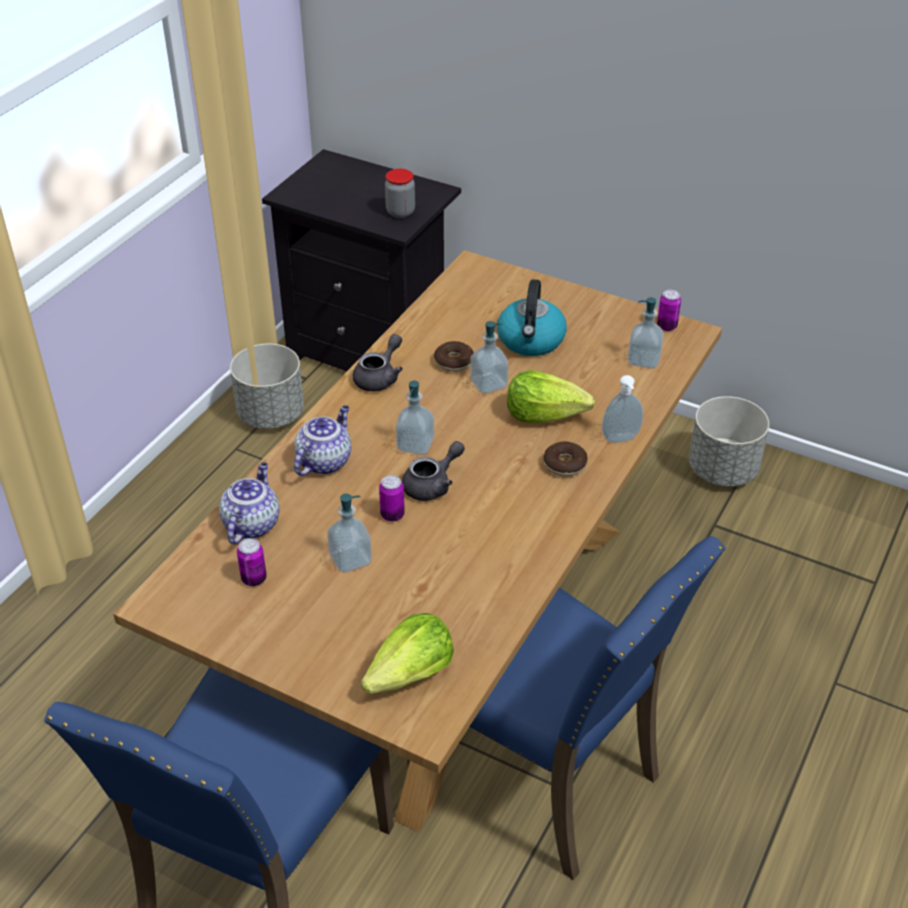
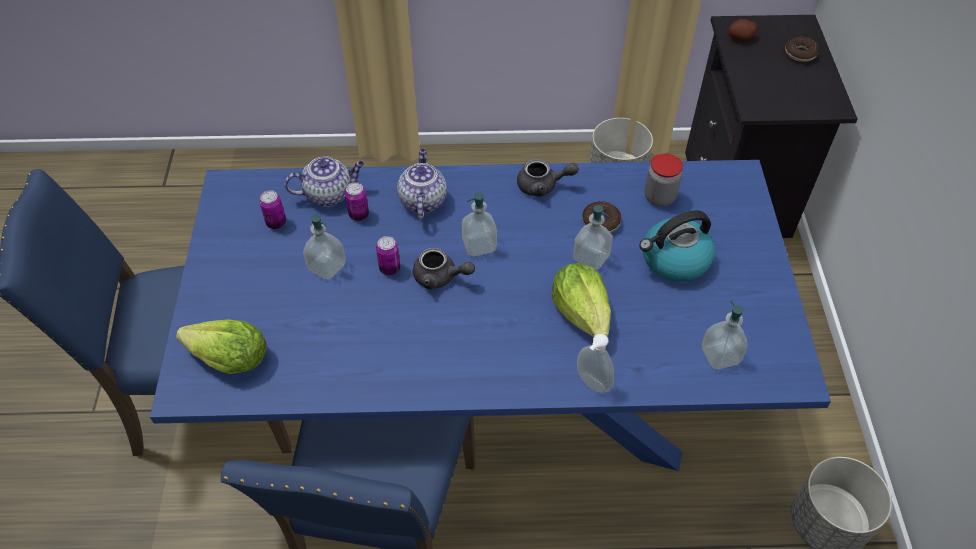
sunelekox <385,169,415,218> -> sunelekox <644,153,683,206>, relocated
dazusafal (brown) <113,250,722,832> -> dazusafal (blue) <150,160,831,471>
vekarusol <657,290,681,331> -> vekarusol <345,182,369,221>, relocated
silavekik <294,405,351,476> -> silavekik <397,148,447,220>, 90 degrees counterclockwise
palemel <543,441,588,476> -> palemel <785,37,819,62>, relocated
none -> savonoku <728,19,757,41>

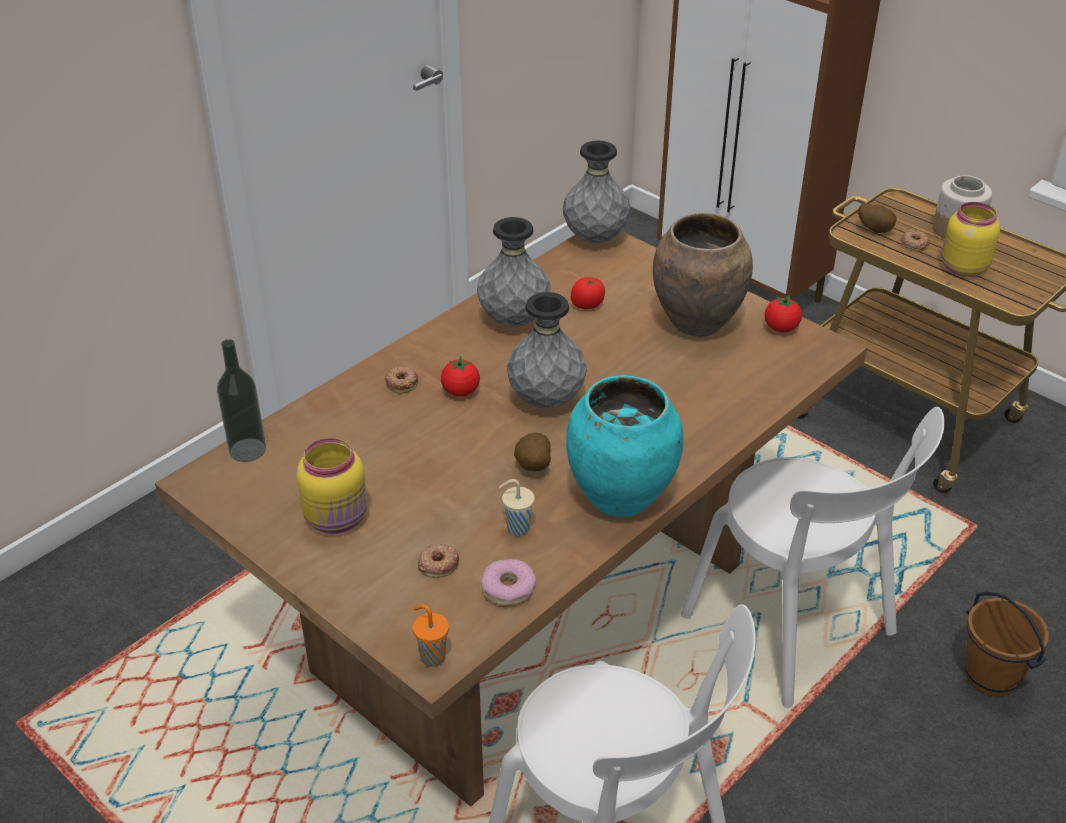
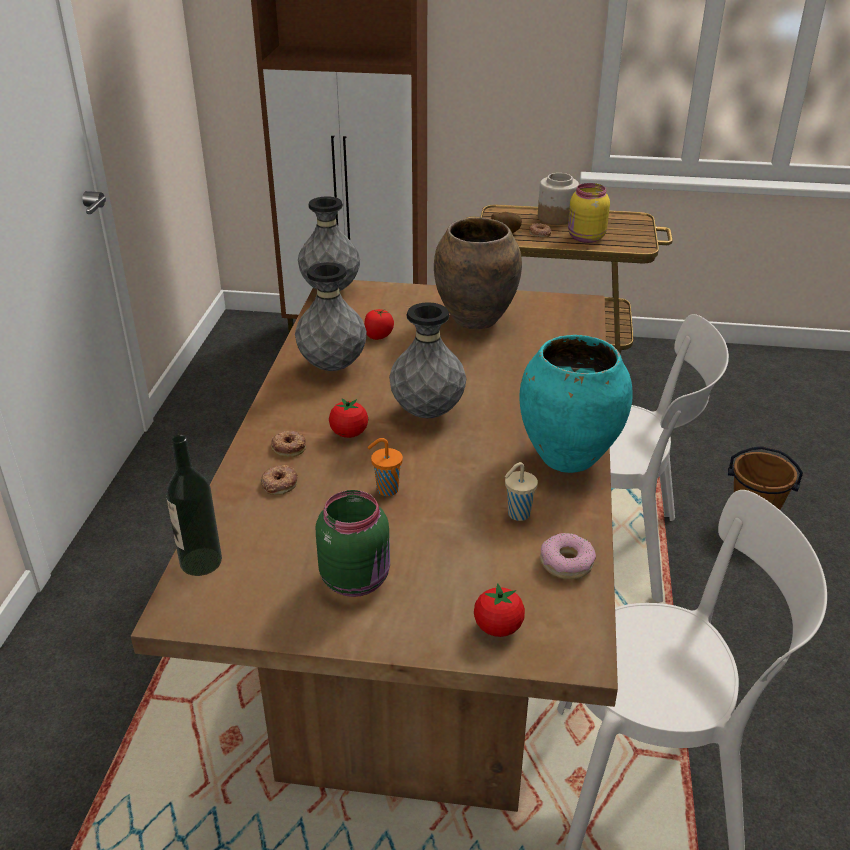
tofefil <765,295,802,333> -> tofefil <474,583,525,637>, relocated
savonoku <514,432,551,471> -> none
sunelekox (yellow) <297,438,367,534> -> sunelekox (green) <316,490,390,597>
palemel <417,544,459,578> -> palemel <261,465,298,495>, relocated
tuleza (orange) <413,604,449,667> -> tuleza (orange) <368,438,403,496>, relocated

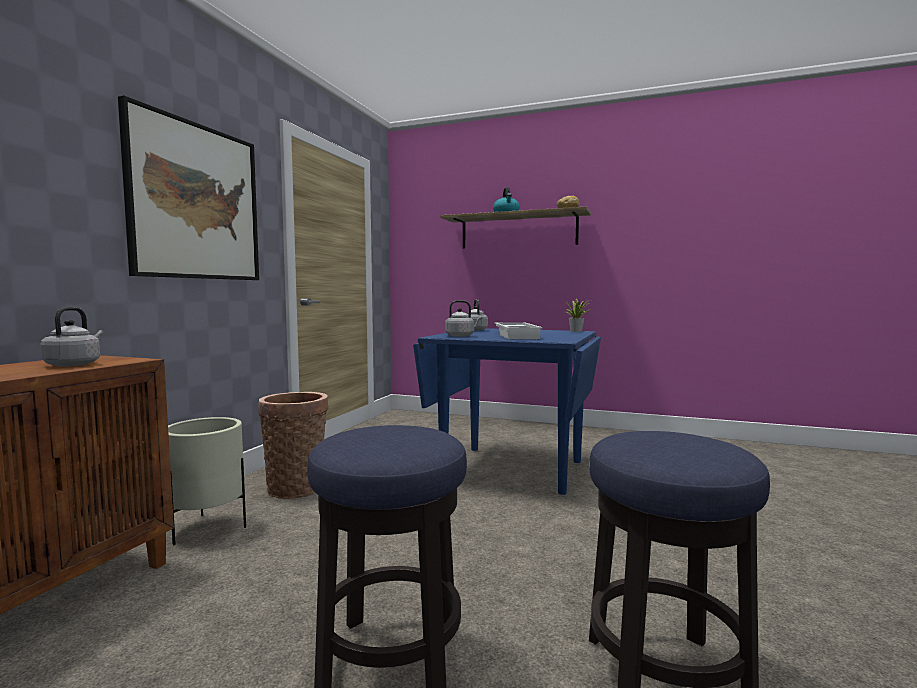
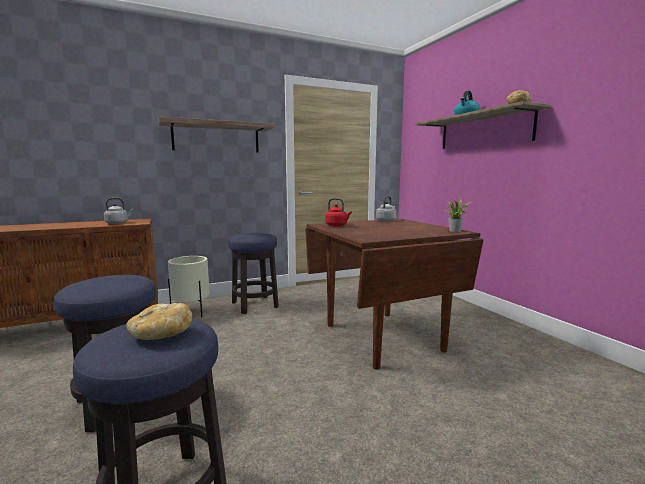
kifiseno <118,95,259,280> -> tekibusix <159,117,275,153>
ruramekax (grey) <445,300,483,337> -> ruramekax (red) <325,198,352,226>
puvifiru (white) <494,322,543,339> -> none
dazusafal (blue) <413,328,601,495> -> dazusafal (brown) <305,219,484,370>
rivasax <258,392,328,499> -> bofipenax <228,233,279,314>
none -> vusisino <126,303,192,340>

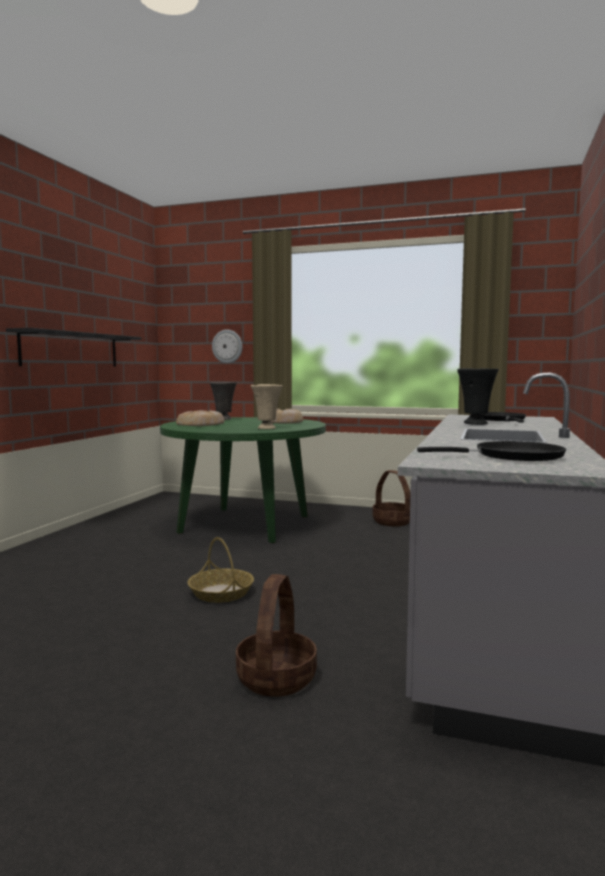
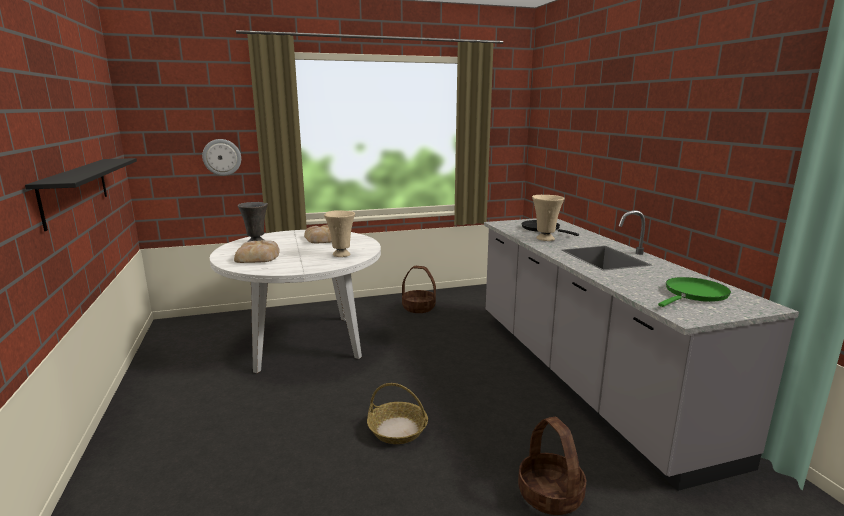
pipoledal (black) <457,368,499,425> -> pipoledal (beige) <532,195,565,241>
dazusafal (green) <160,417,326,543> -> dazusafal (white) <210,230,381,373>
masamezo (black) <417,441,566,461> -> masamezo (green) <658,277,731,307>

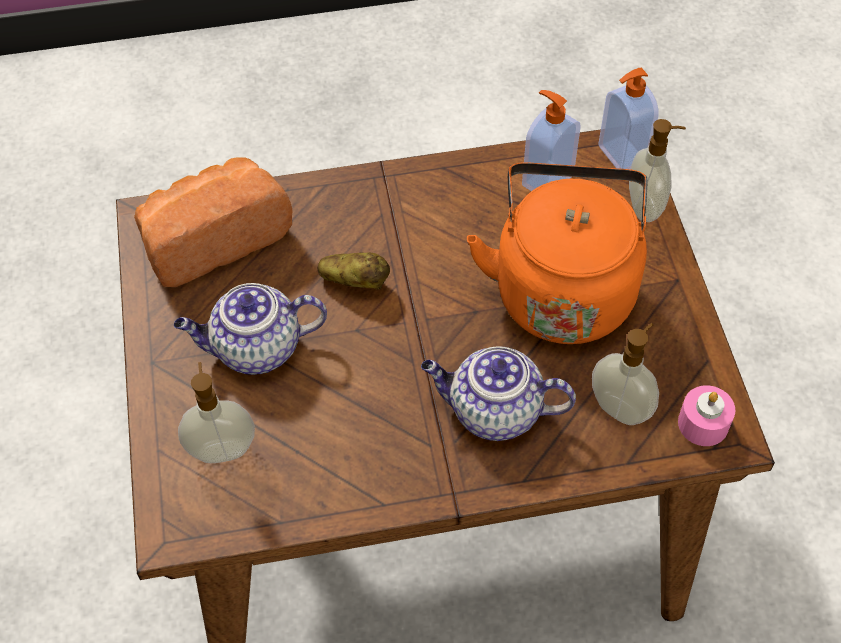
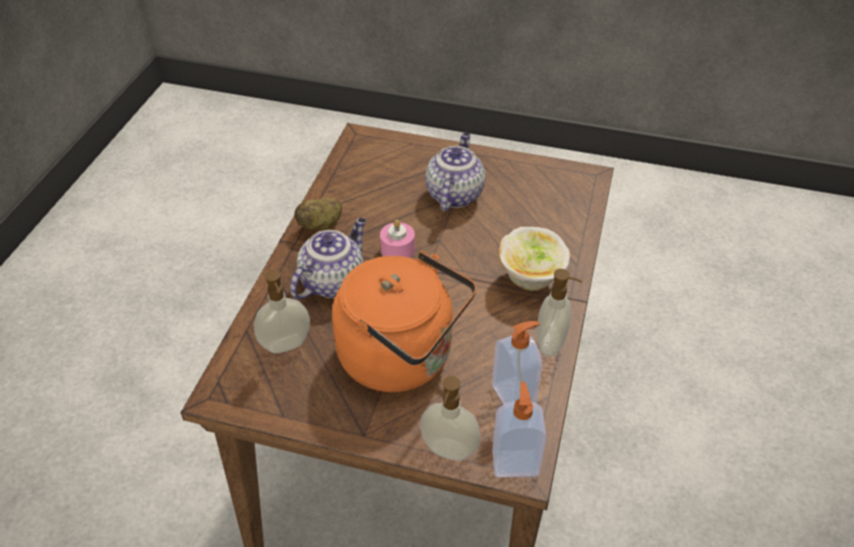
vusisino <134,157,293,287> -> none
savonoku <318,252,390,290> -> savonoku <294,198,342,230>, relocated
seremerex <178,362,255,463> -> seremerex <537,269,582,357>, relocated
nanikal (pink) <678,385,735,446> -> nanikal (pink) <380,220,415,258>, relocated
none -> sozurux <498,227,570,291>

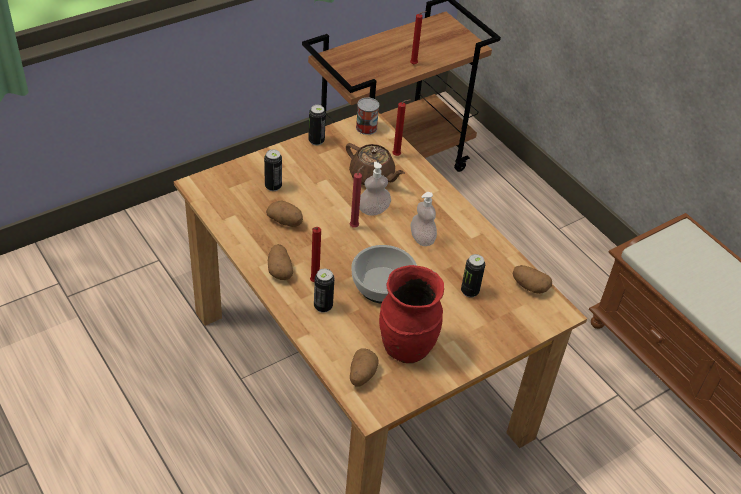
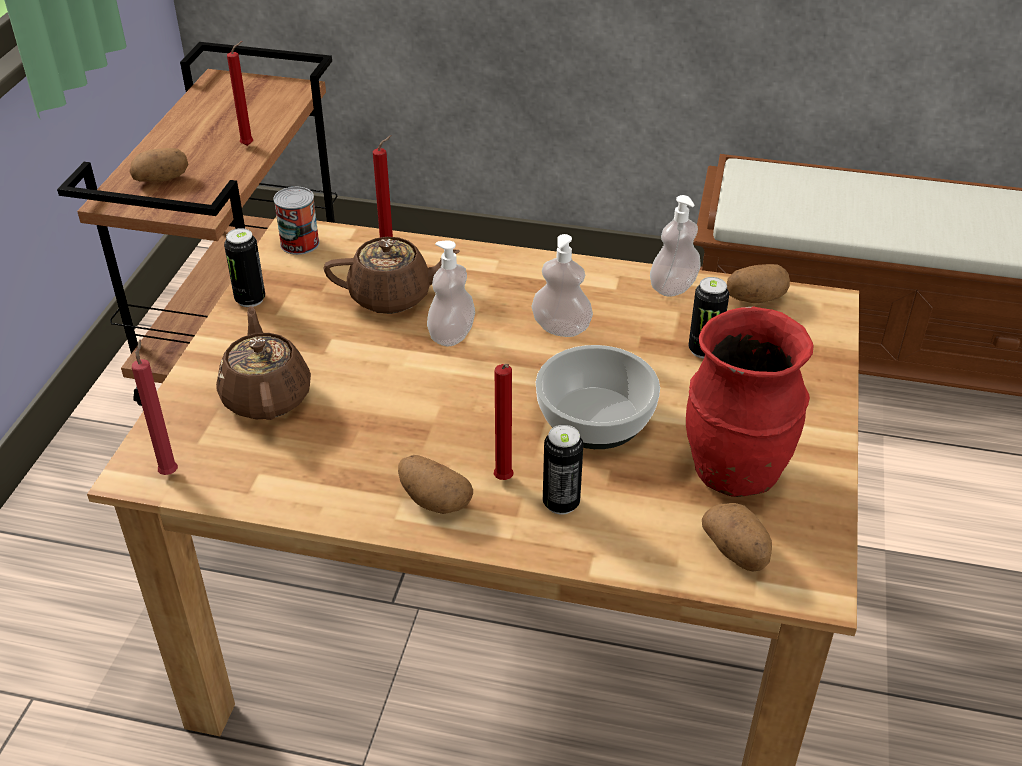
vekarusol <264,149,282,191> -> silavekik (brown) <216,306,311,420>
nanikal (red) <350,165,364,228> -> nanikal (red) <132,340,178,475>, relocated
savonoku <266,201,303,227> -> savonoku <130,148,188,182>, relocated
none -> seremerex <650,195,701,297>

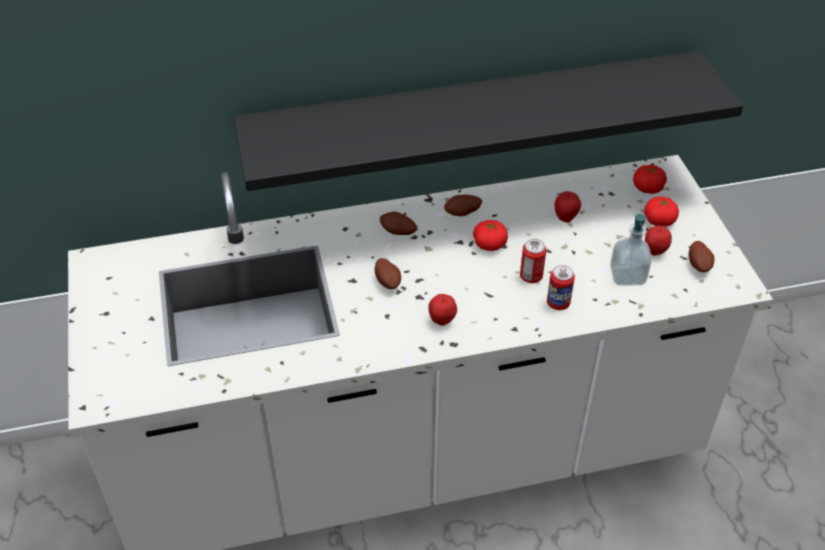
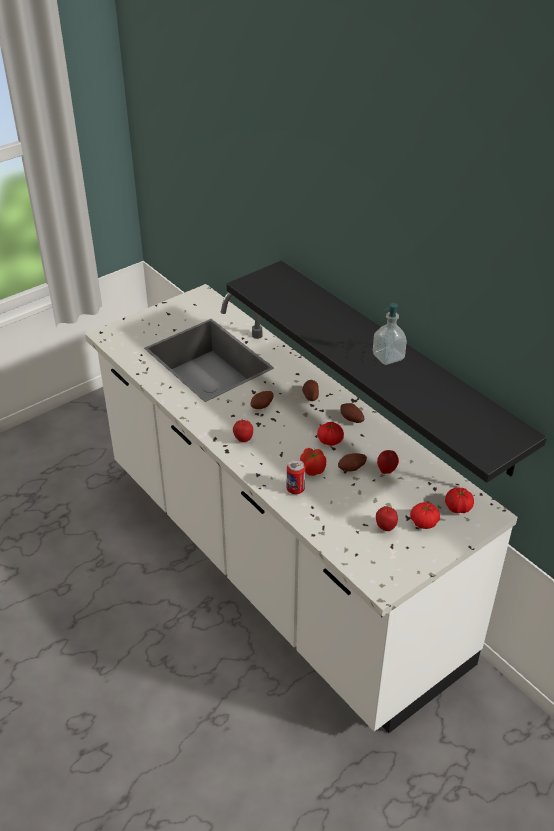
seremerex <610,214,652,286> -> seremerex <373,303,407,365>, relocated
vekarusol <520,239,546,283> -> tofefil <300,448,326,476>
savonoku <689,241,714,272> -> savonoku <338,453,367,471>, relocated

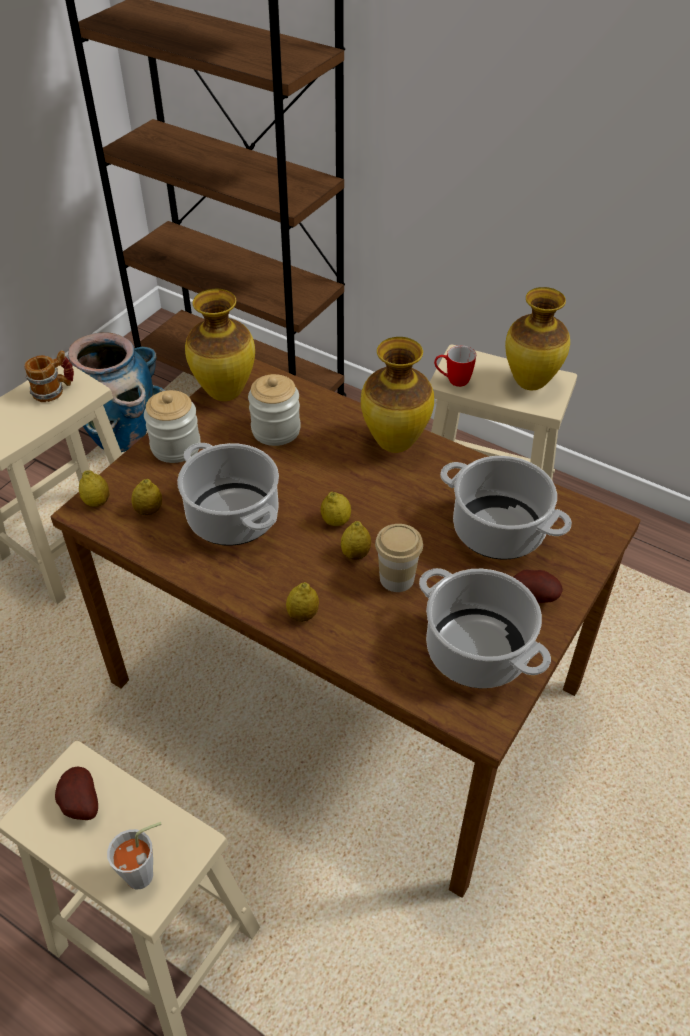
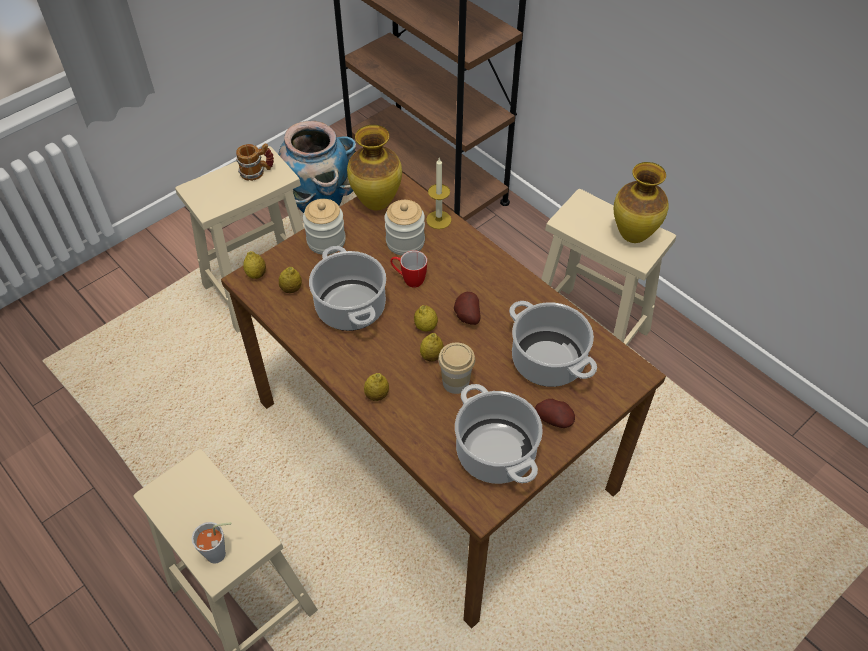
pipoledal <361,337,434,453> -> none
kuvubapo <434,345,476,387> -> kuvubapo <390,250,427,288>, relocated
savonoku <55,766,98,820> -> savonoku <454,292,480,325>, relocated
none -> nanikal <426,158,452,229>

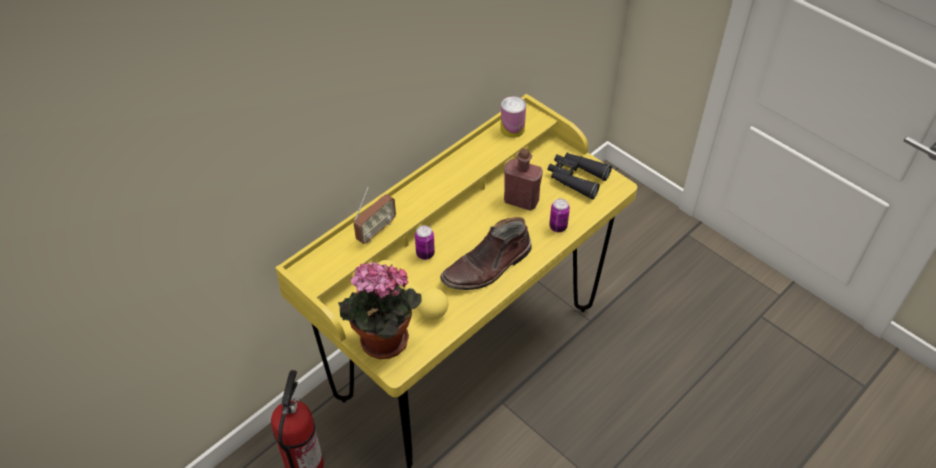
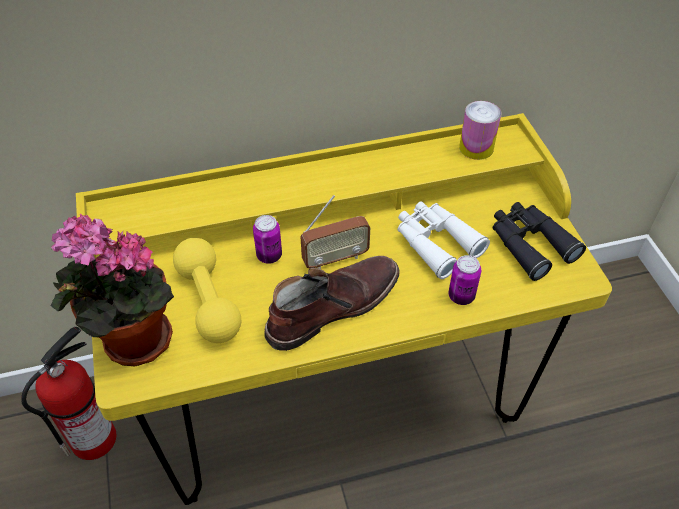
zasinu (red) <504,148,543,211> -> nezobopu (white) <398,201,490,279>
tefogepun <354,187,396,244> -> tefogepun <301,195,370,269>, relocated
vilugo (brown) <440,217,532,290> -> vilugo (brown) <264,256,399,351>, 150 degrees clockwise

